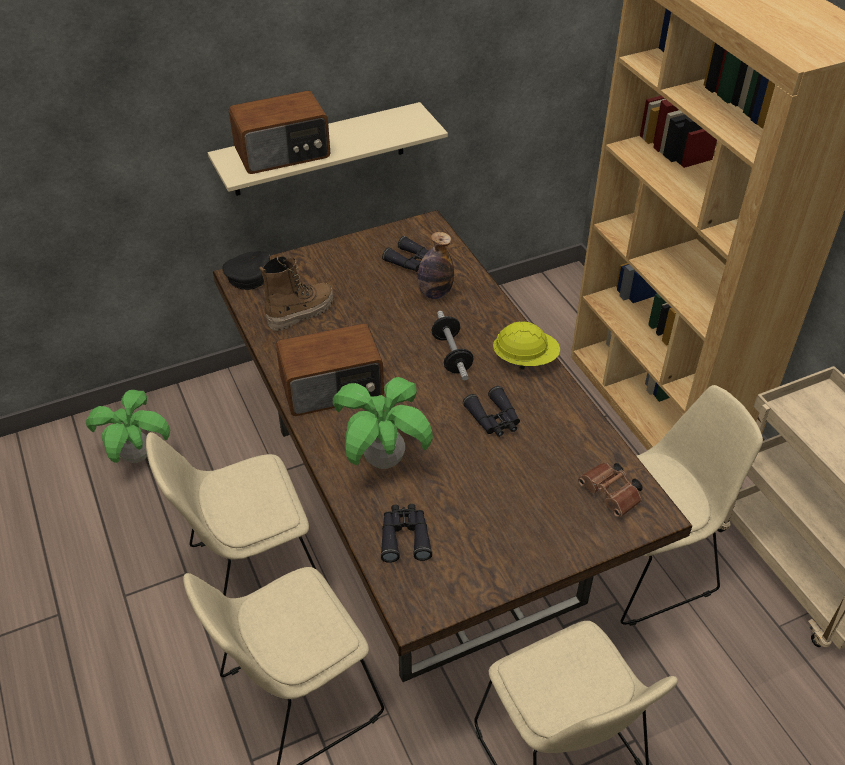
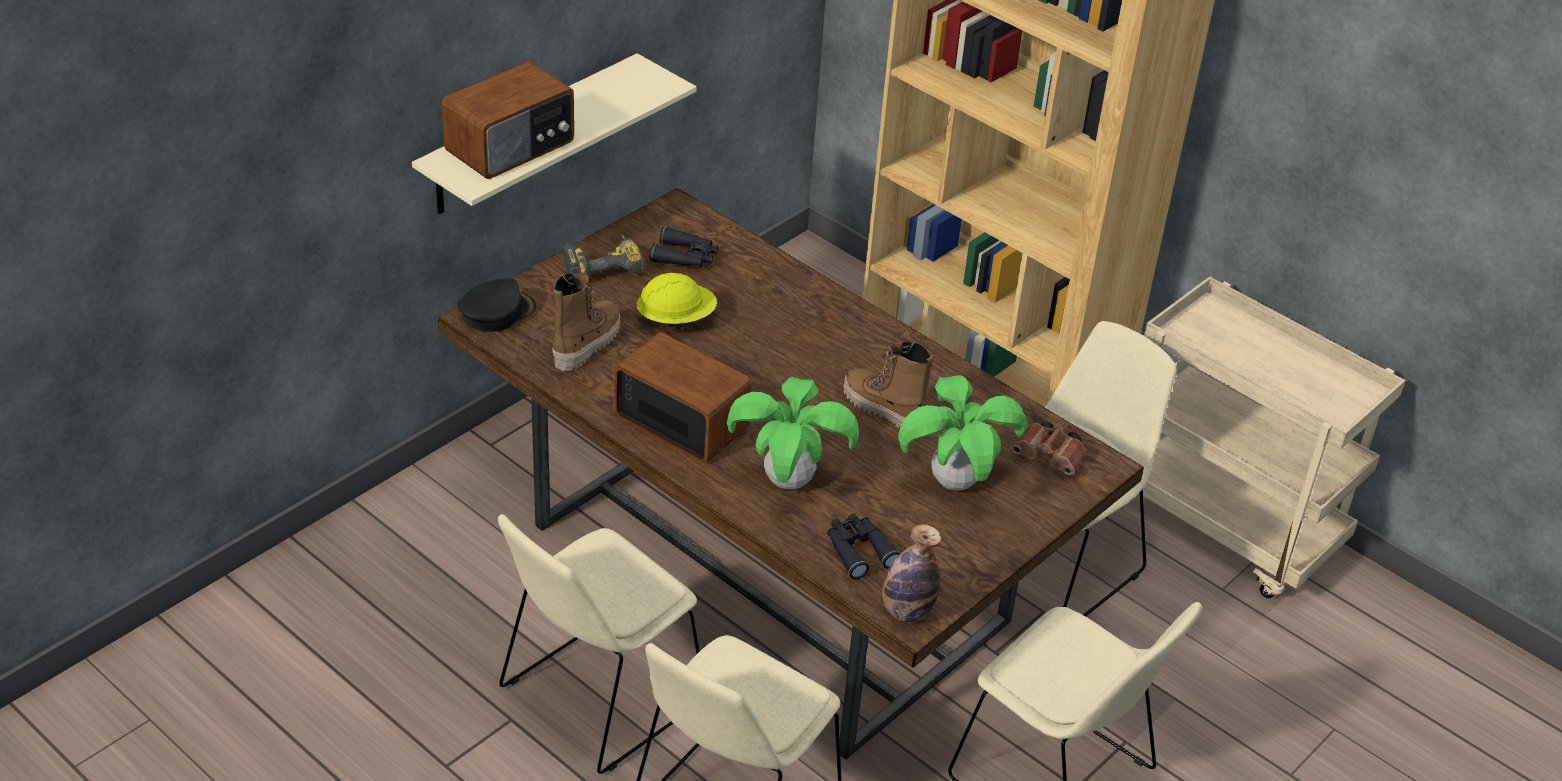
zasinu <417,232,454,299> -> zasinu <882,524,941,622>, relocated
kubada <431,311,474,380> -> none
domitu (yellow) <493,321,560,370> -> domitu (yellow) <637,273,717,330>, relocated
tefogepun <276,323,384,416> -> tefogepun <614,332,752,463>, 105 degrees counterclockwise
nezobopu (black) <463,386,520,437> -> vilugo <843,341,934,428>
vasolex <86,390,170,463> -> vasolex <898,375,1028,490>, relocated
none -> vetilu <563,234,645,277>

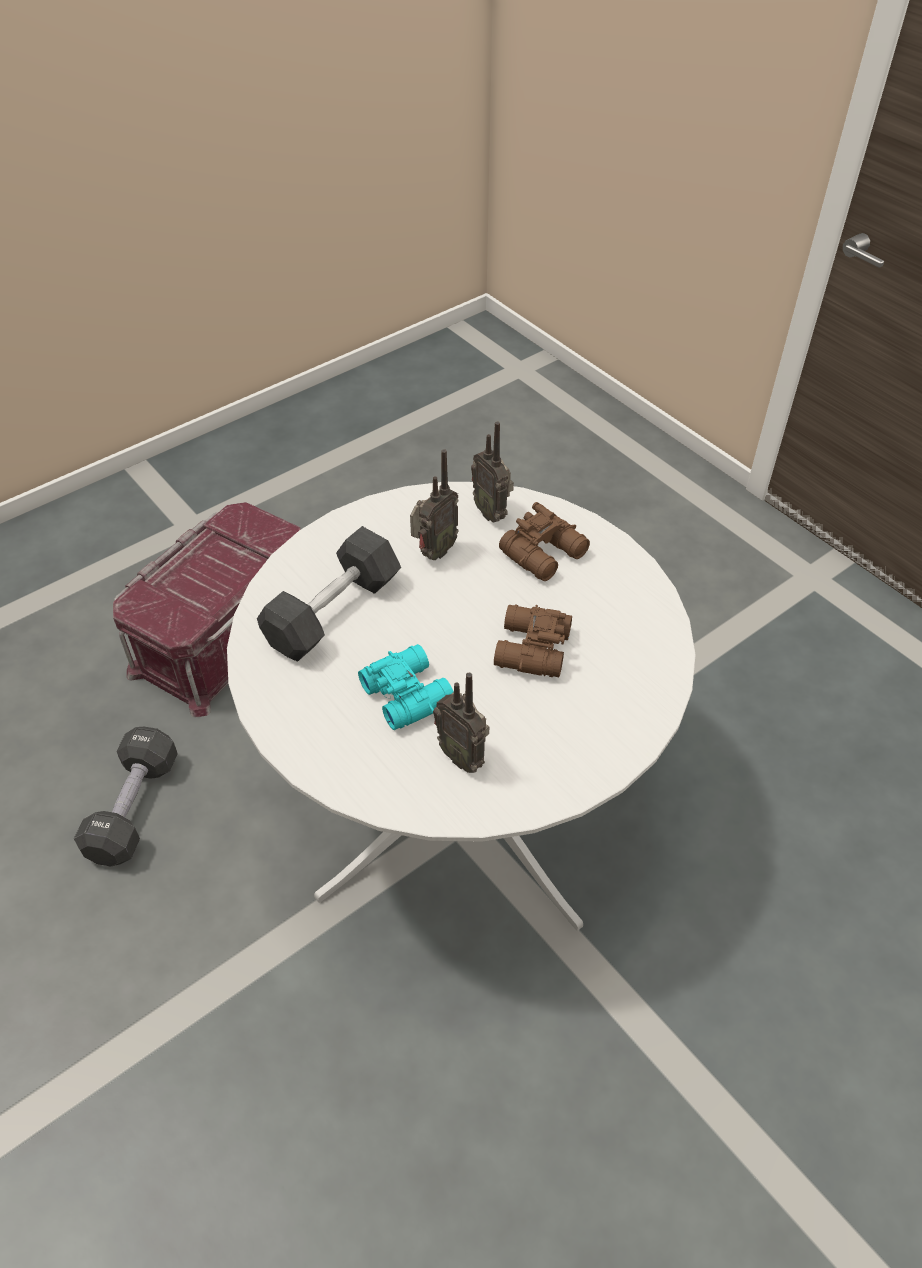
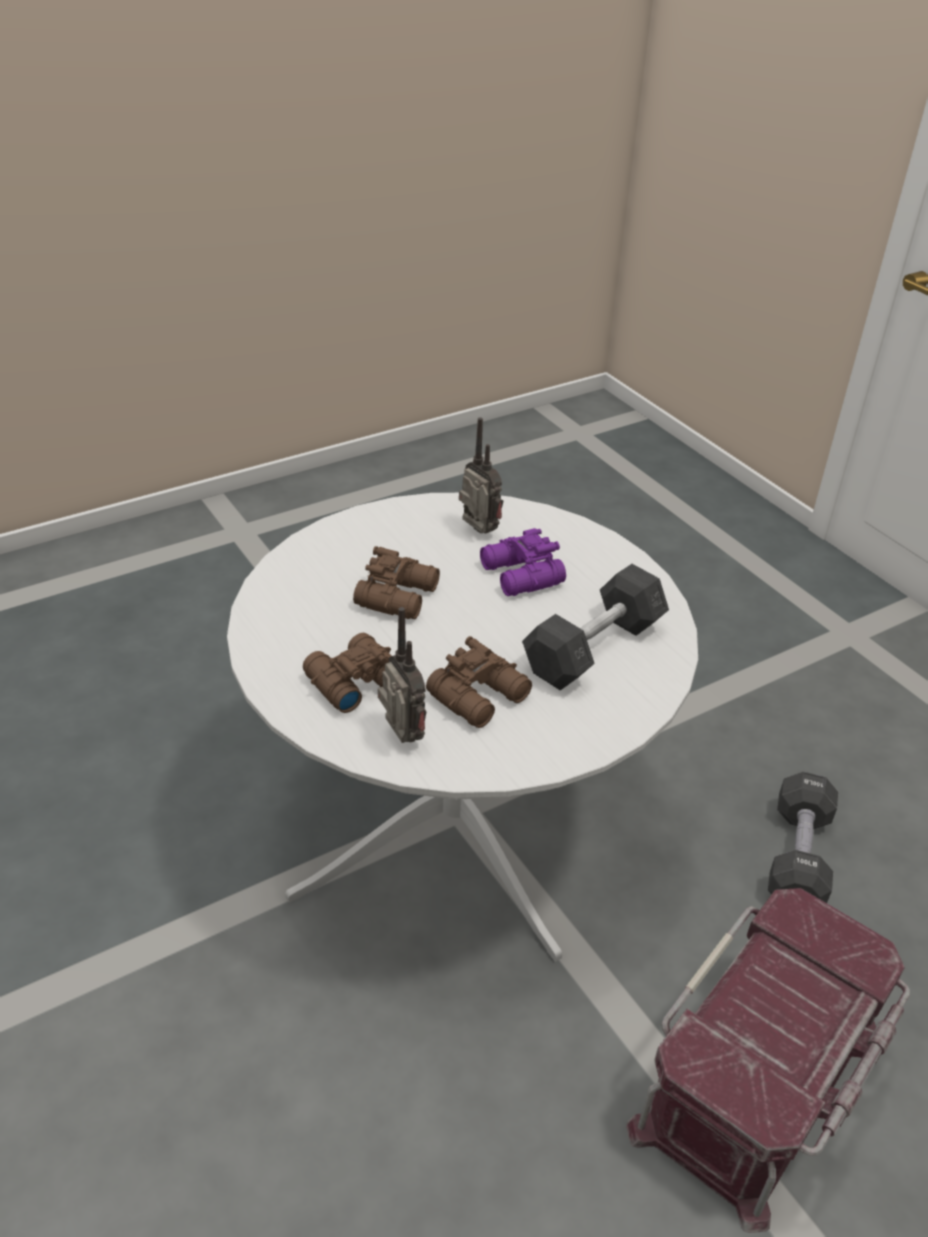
tefogepun <410,449,459,560> -> nezobopu (brown) <426,636,532,728>
nezobopu (turquoise) <358,644,453,730> -> nezobopu (purple) <480,528,566,596>

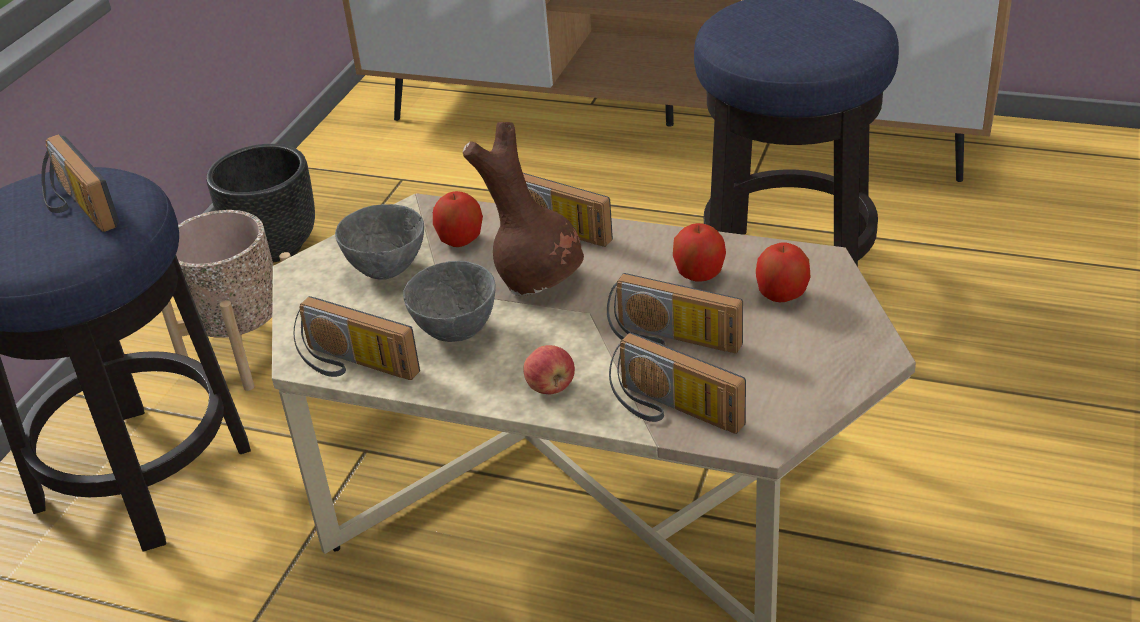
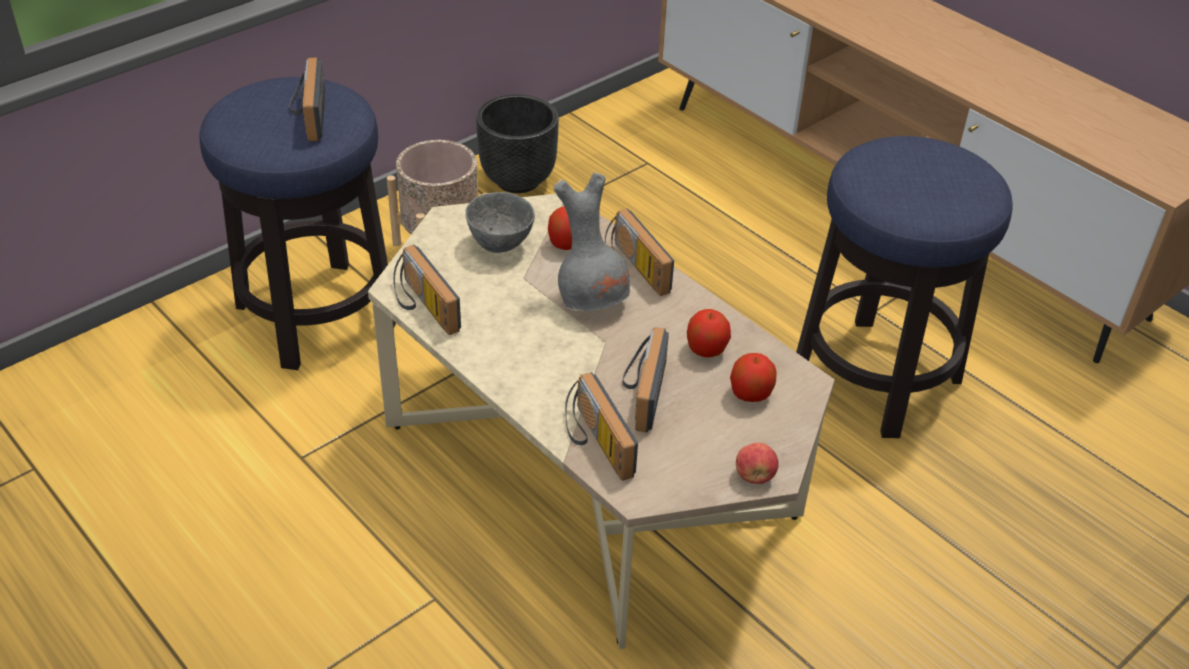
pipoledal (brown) <463,122,584,296> -> pipoledal (grey) <554,172,630,311>
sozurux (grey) <403,261,496,342> -> none
tefogepun <607,273,743,353> -> tefogepun <623,327,669,433>, 45 degrees clockwise
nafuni <523,345,575,394> -> nafuni <736,442,779,484>, relocated

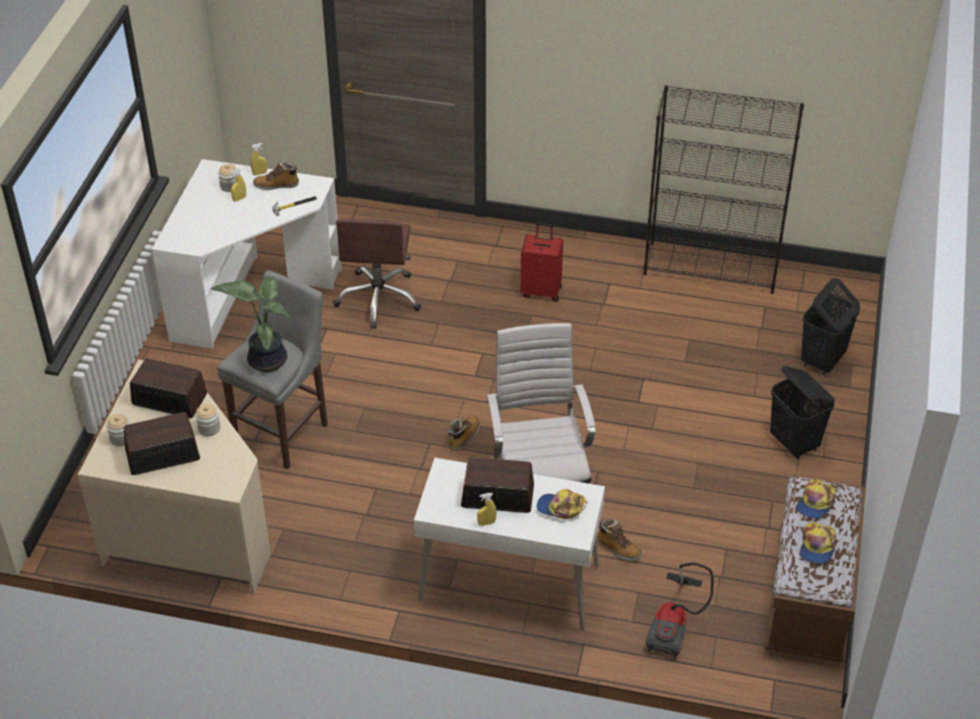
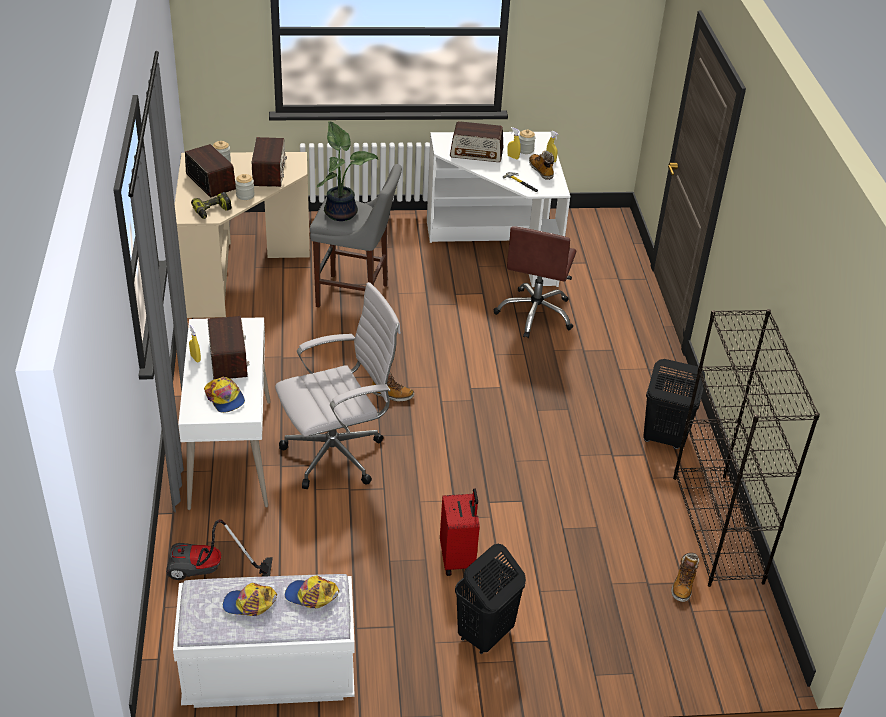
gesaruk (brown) <333,218,422,329> -> gesaruk (brown) <494,226,576,338>, 60 degrees counterclockwise
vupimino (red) <520,223,563,302> -> vupimino (red) <440,488,480,576>, relocated
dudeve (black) <801,278,860,375> -> dudeve (black) <643,359,705,449>, relocated
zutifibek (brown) <765,475,866,662> -> zutifibek (white) <173,574,355,708>
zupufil <537,489,587,519> -> zupufil <204,377,245,413>, 150 degrees clockwise
vilugo <597,519,642,561> -> vilugo <671,553,699,602>, relocated
none -> tefogepun <450,121,503,162>
none -> vetilu <191,192,232,219>

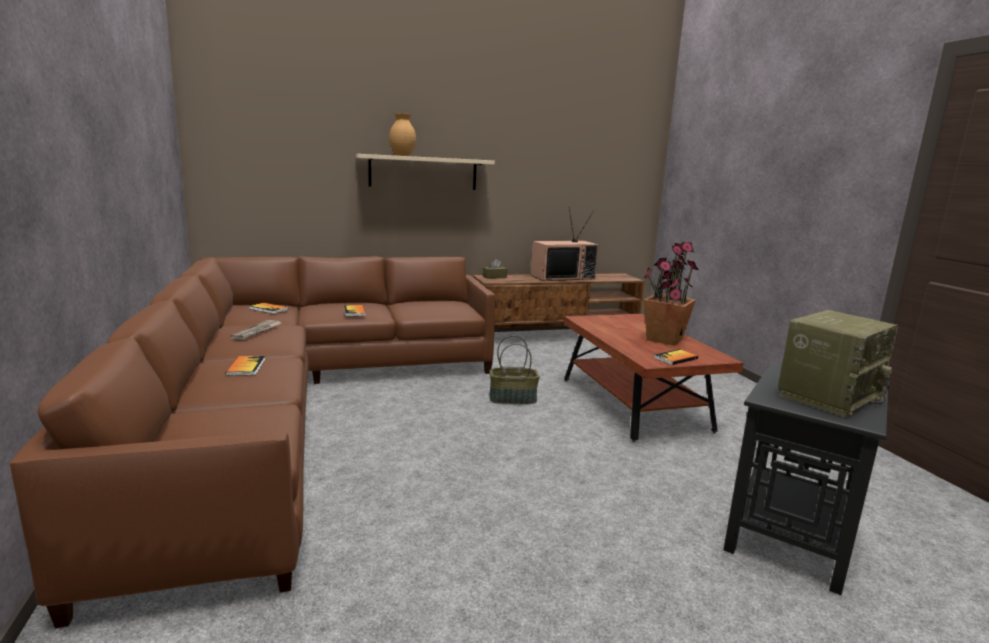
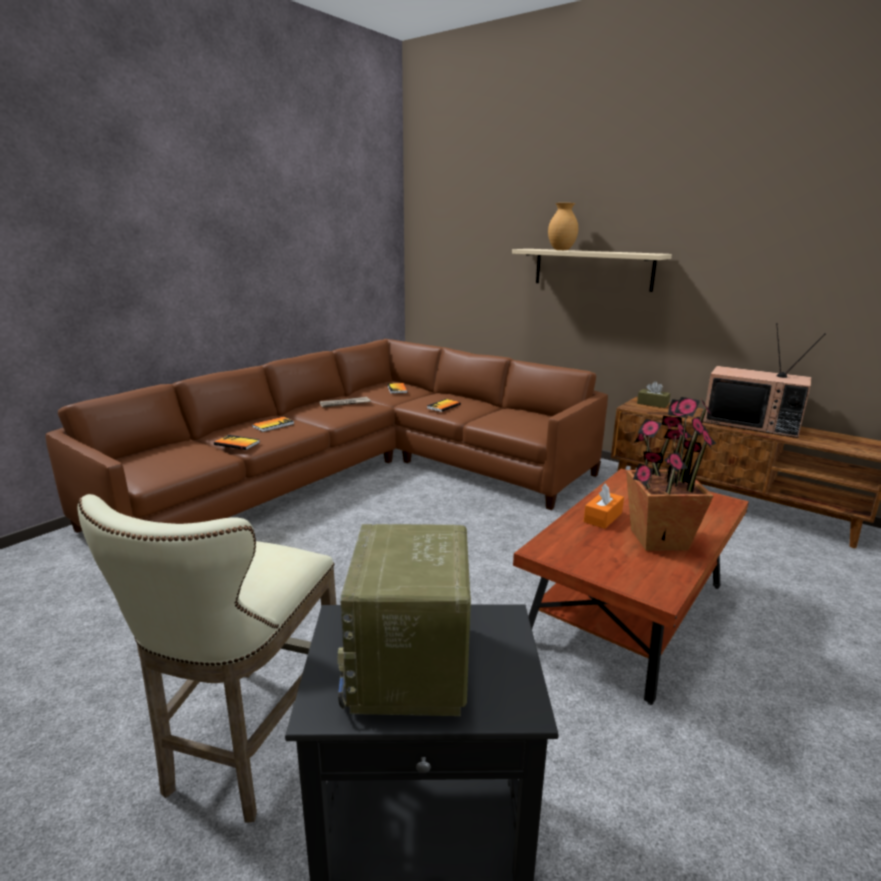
tefogepun <778,310,898,418> -> tefogepun <337,524,471,716>, 75 degrees clockwise
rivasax <489,335,540,404> -> none
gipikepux <654,349,698,365> -> gipikepux <214,435,260,450>, relocated
none -> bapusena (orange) <584,483,624,529>
none -> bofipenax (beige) <78,494,336,823>

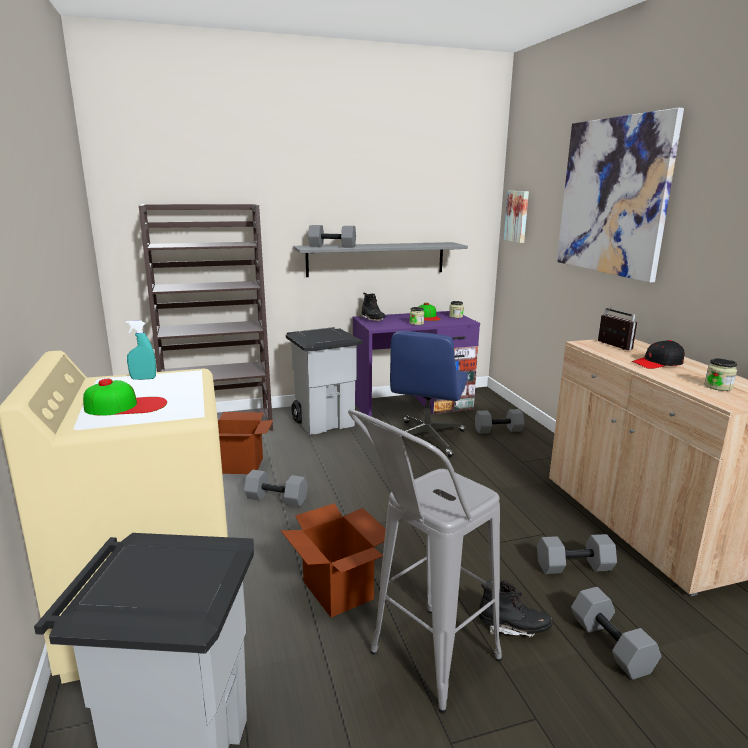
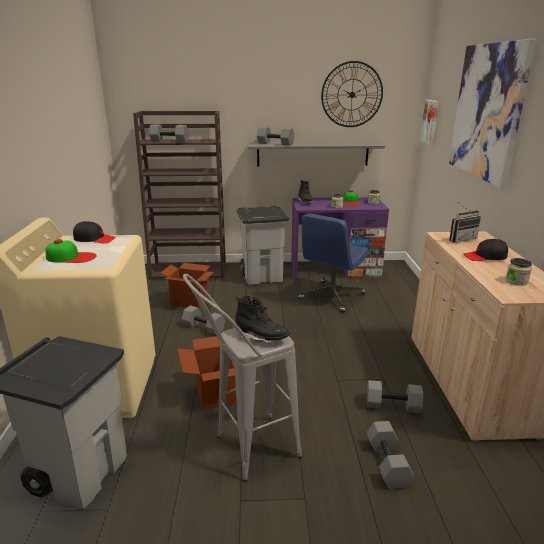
tefogepun <598,304,637,350> -> tefogepun <449,202,481,243>, 75 degrees clockwise
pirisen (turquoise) <125,321,156,380> -> zupufil (black) <73,221,115,243>
kubada (grey) <475,409,524,434> -> kubada (grey) <149,124,188,143>, relocated
vilugo (black) <479,580,553,638> -> vilugo (black) <235,296,290,343>, relocated
none -> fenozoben <321,61,383,127>

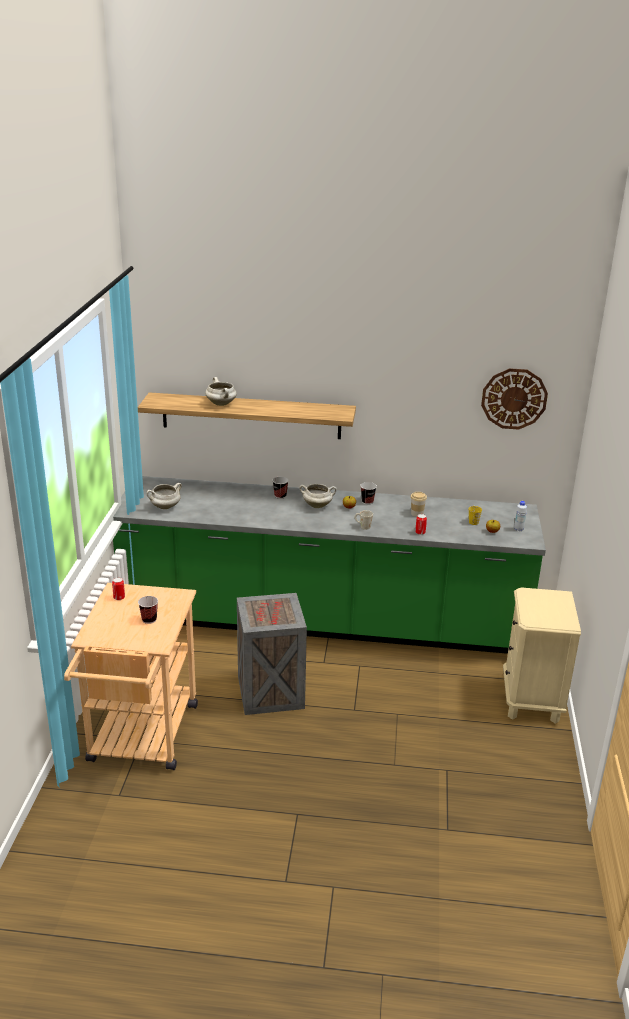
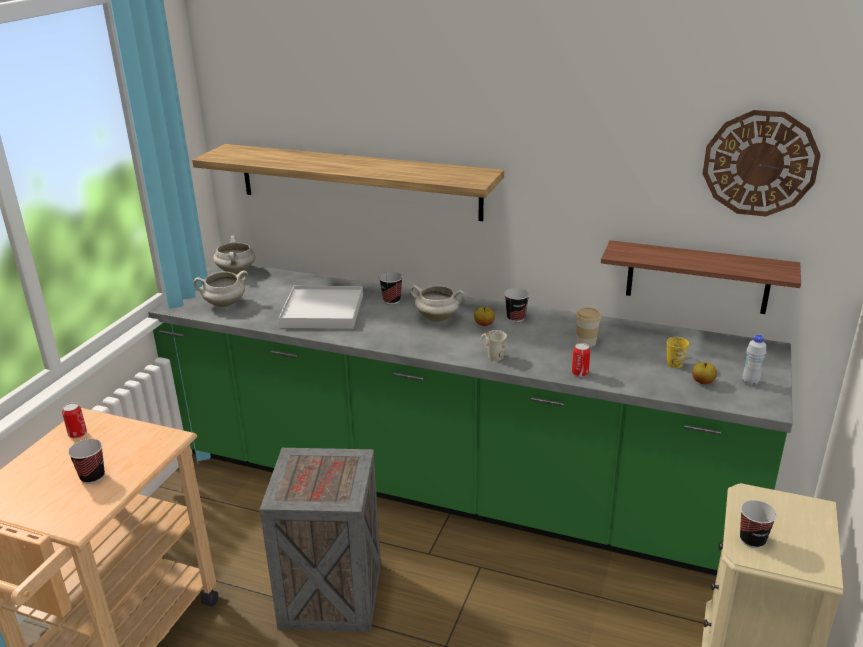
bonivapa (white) <205,377,237,406> -> bonivapa (white) <213,236,256,274>, relocated
none -> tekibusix <601,240,801,314>
none -> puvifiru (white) <279,286,363,329>
none -> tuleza <740,500,777,548>

